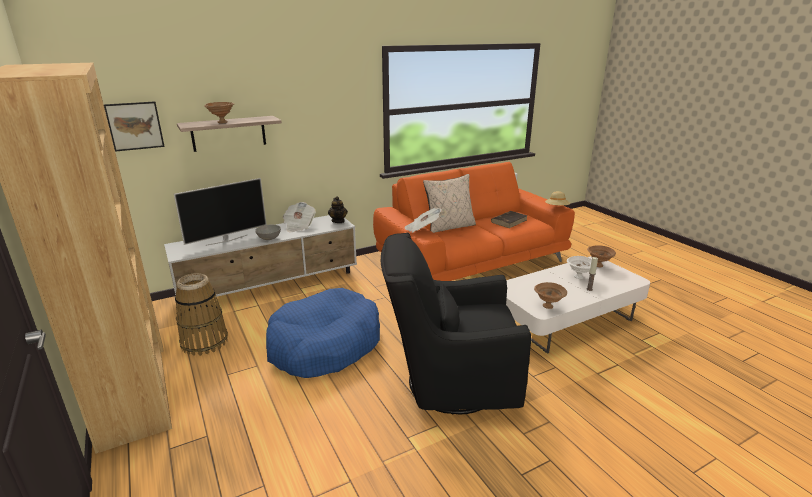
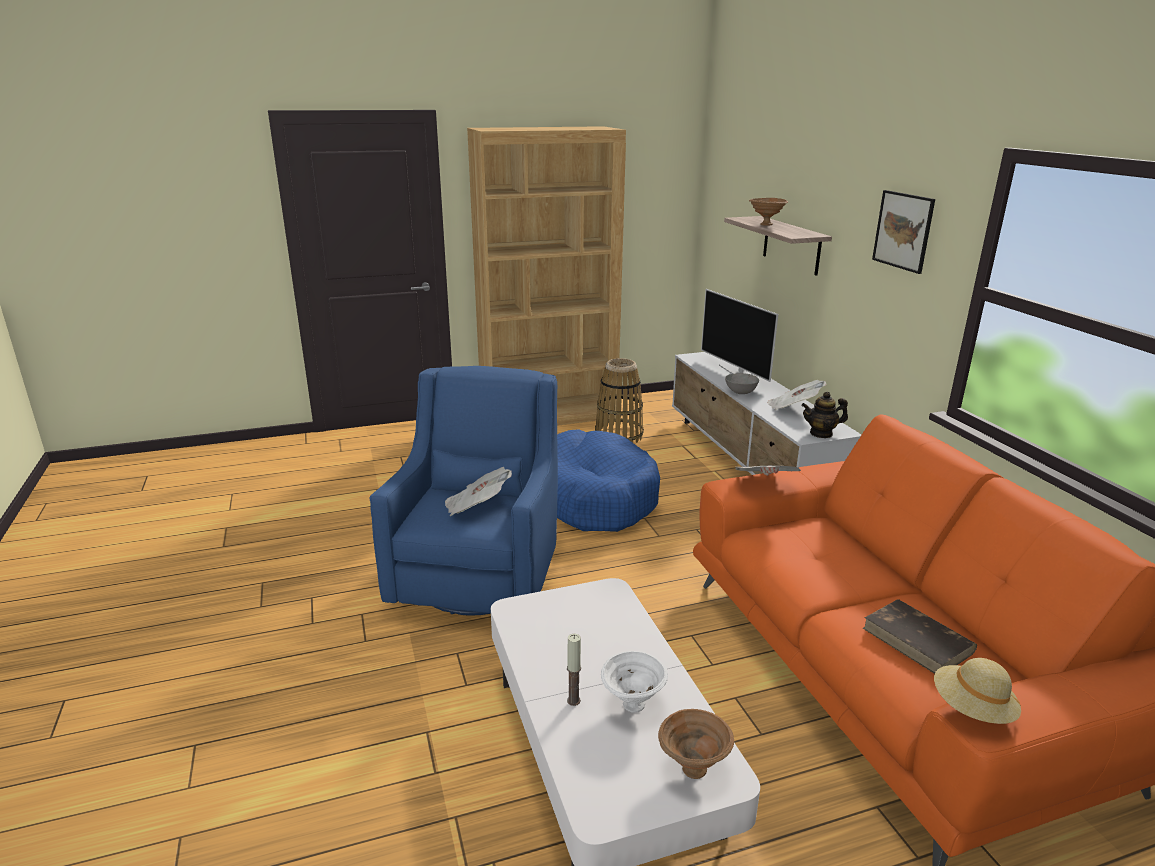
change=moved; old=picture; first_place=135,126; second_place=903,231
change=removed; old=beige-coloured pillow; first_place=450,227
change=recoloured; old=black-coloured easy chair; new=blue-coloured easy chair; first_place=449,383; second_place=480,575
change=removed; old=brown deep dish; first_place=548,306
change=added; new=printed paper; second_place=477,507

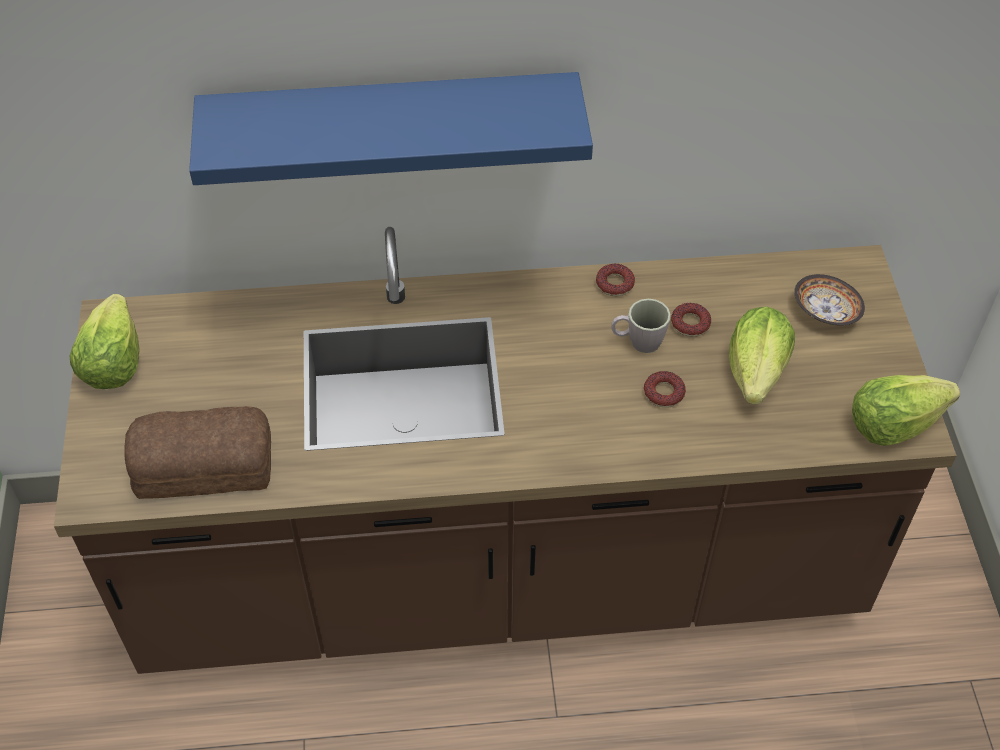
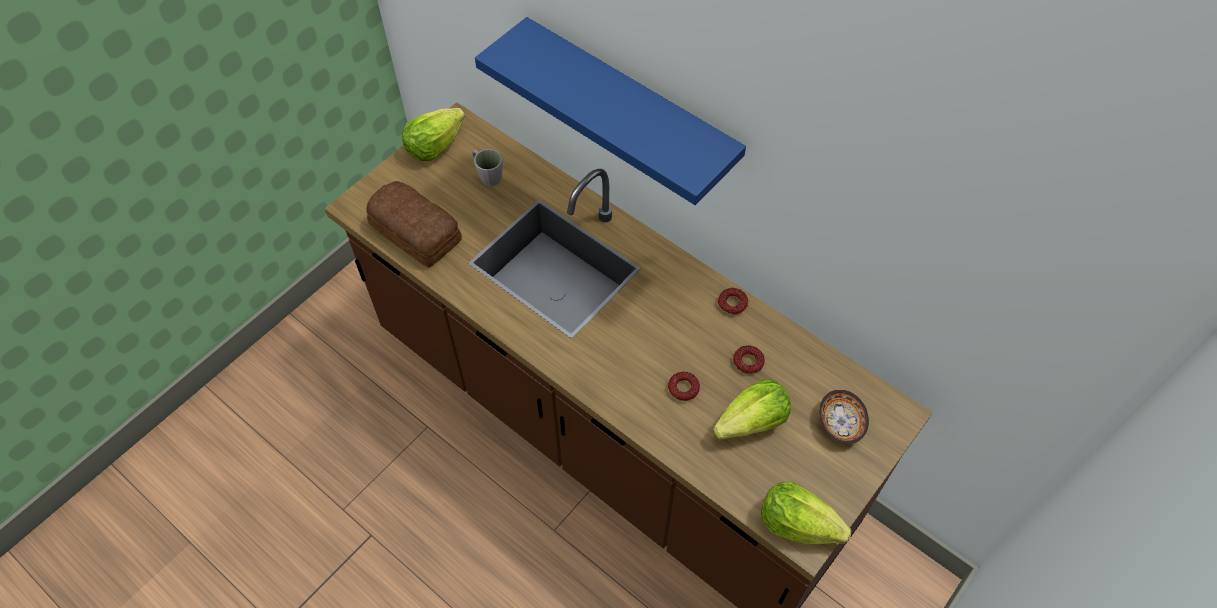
change=moved; old=gray coffee mug; first_place=638,341; second_place=487,175

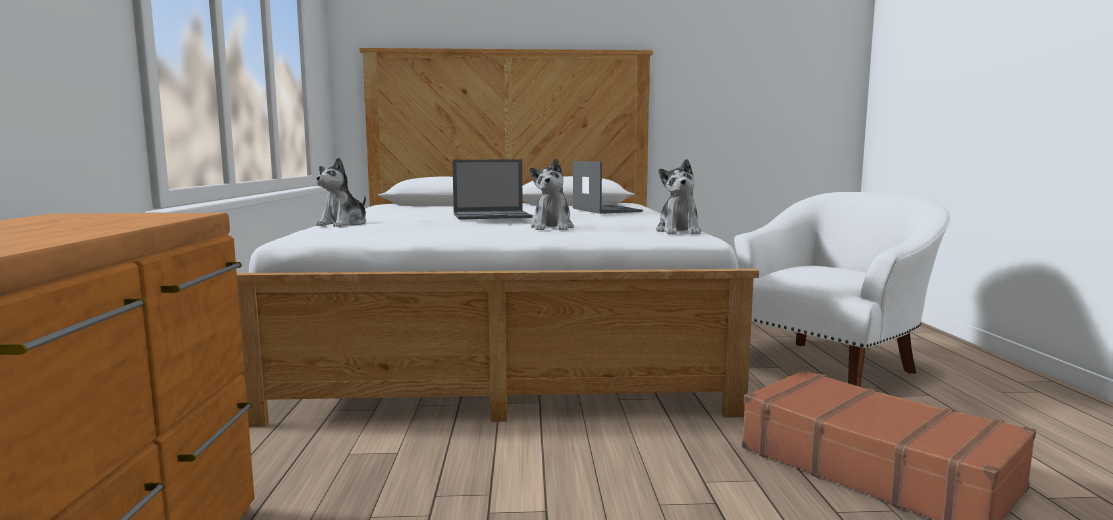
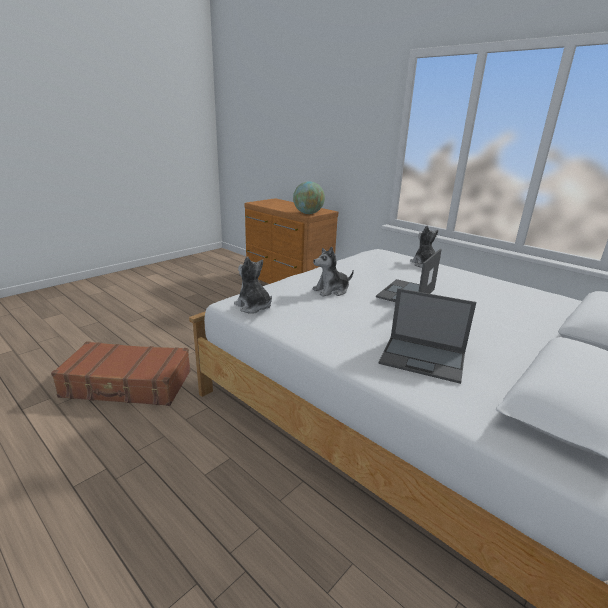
change=turned; old=plush toy; first_place=552,227; second_place=331,291; degrees=-75
change=removed; old=white-coloured easy chair; first_place=828,367
change=added; new=desk globe; second_place=308,213

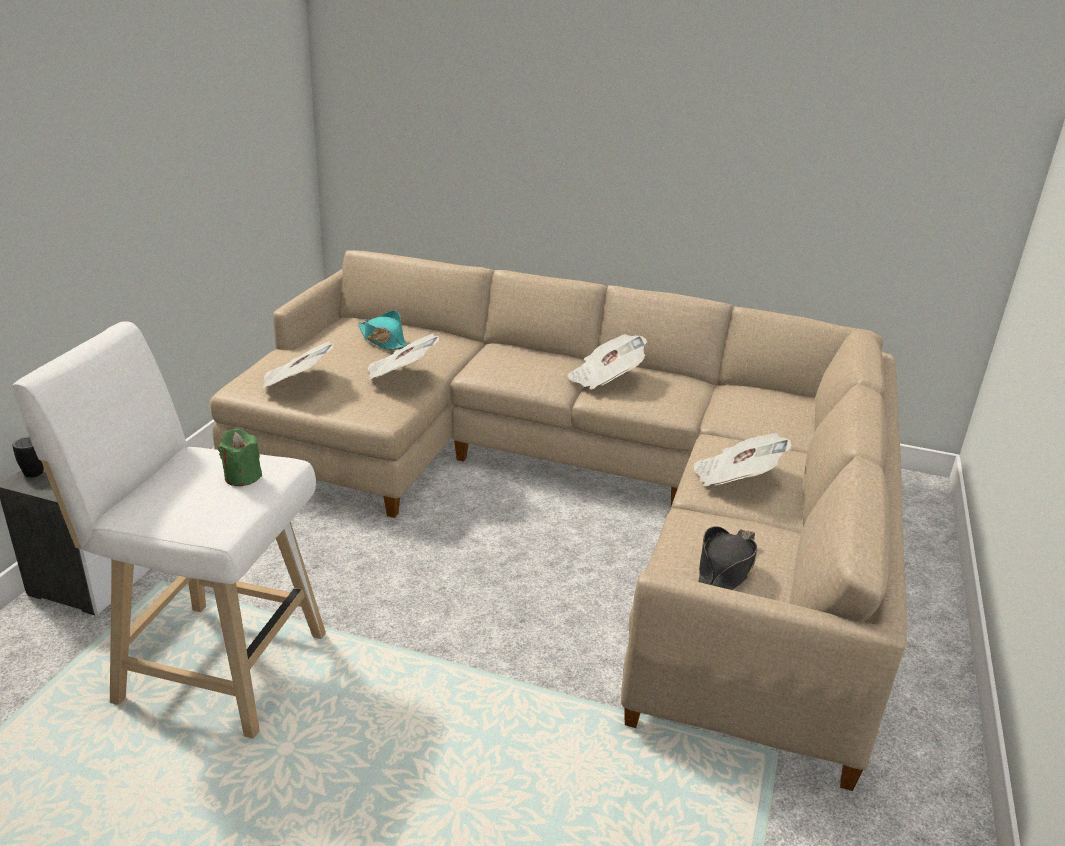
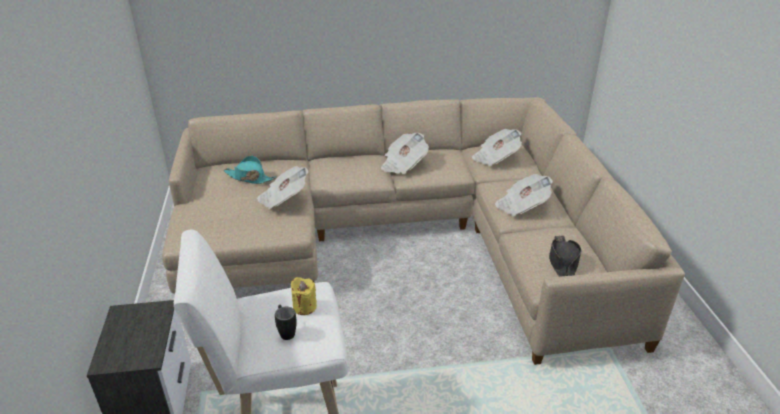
change=moved; old=printed paper; first_place=297,383; second_place=495,158
change=recoloured; old=green candle; new=yellow candle; first_place=242,477; second_place=304,307
change=moved; old=black-coloured coffee mug; first_place=36,469; second_place=286,331

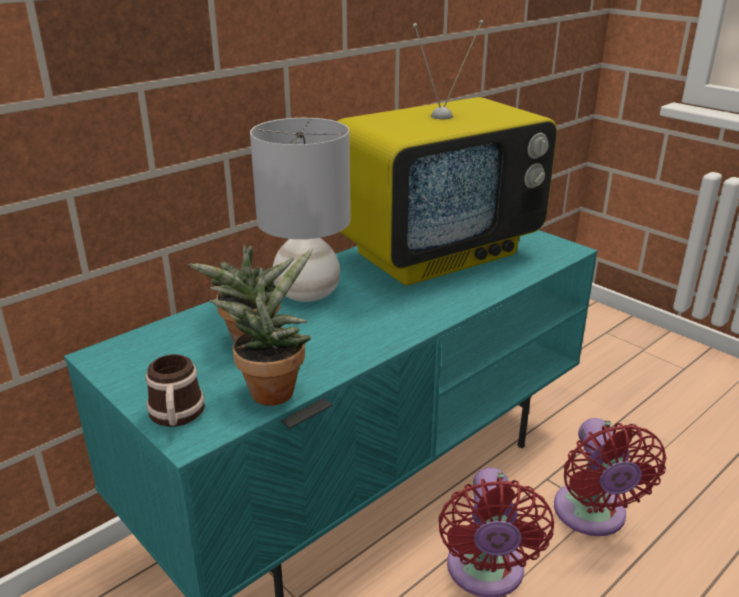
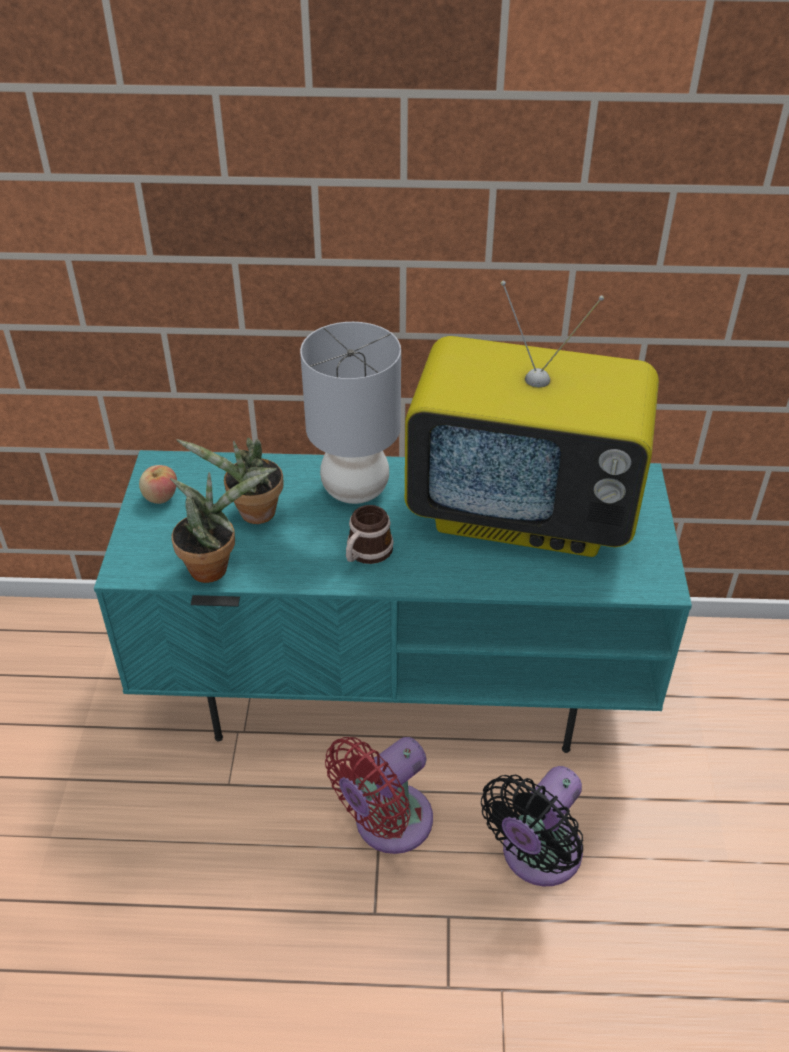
change=moved; old=coffee mug; first_place=176,416; second_place=366,553
change=recoloured; old=red electric fan; new=black-coloured electric fan; first_place=592,516; second_place=536,856
change=added; new=apple fruit; second_place=160,497

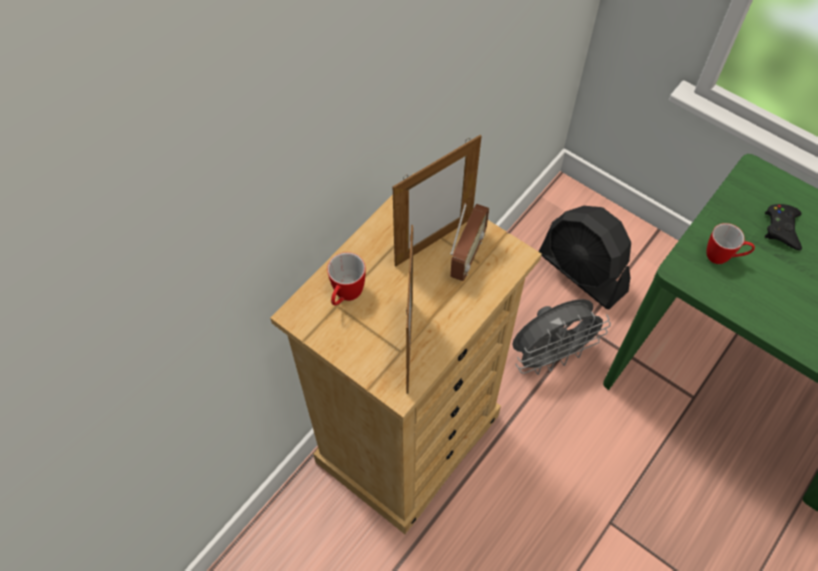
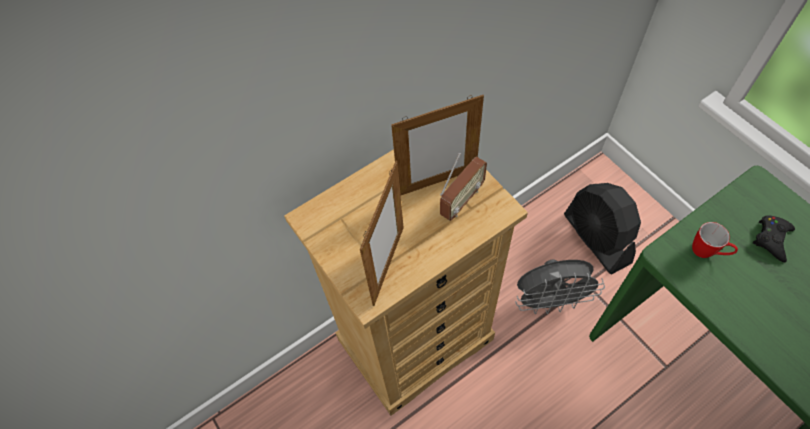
change=removed; old=coffee mug; first_place=345,296

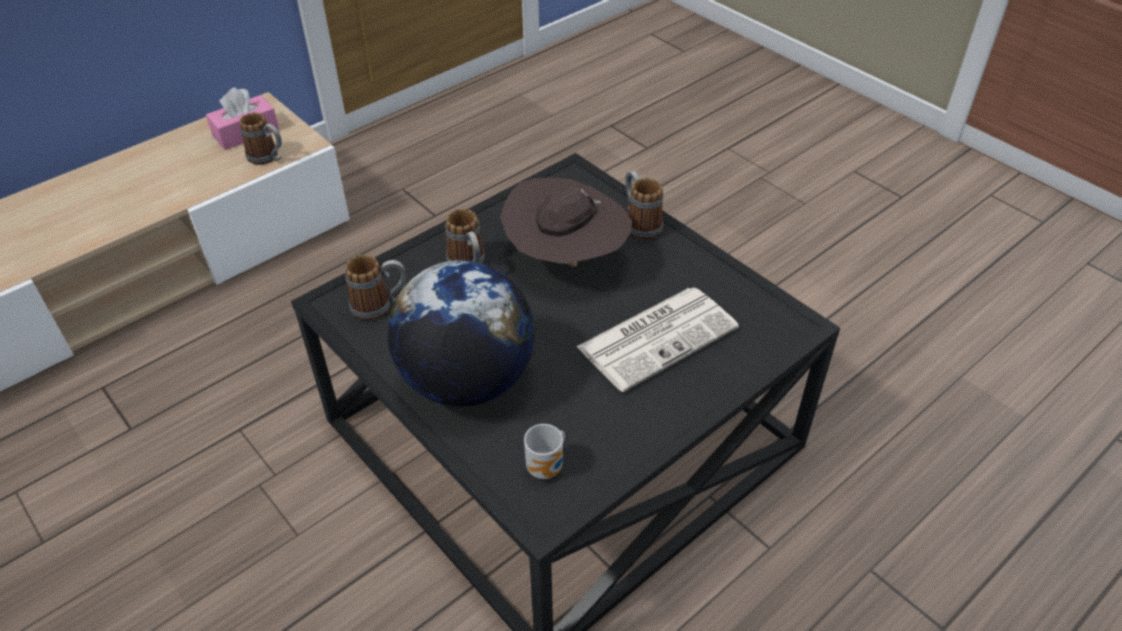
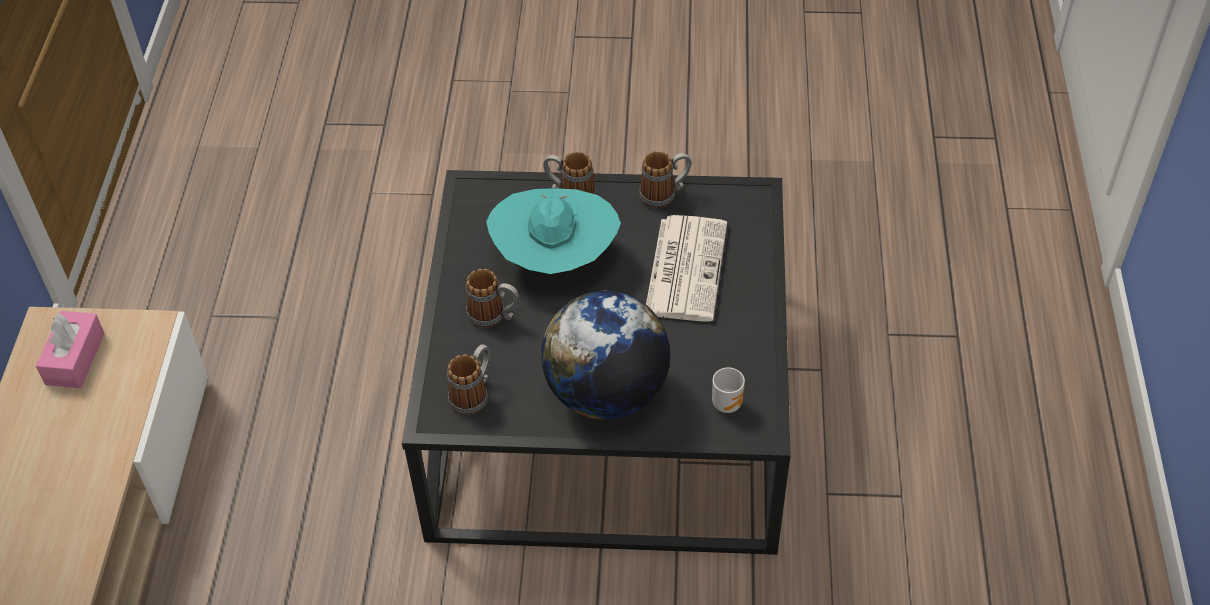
change=moved; old=coffee mug; first_place=268,158; second_place=665,194
change=recoloured; old=brown clothing hat; new=blue-green clothing hat; first_place=566,259; second_place=555,260

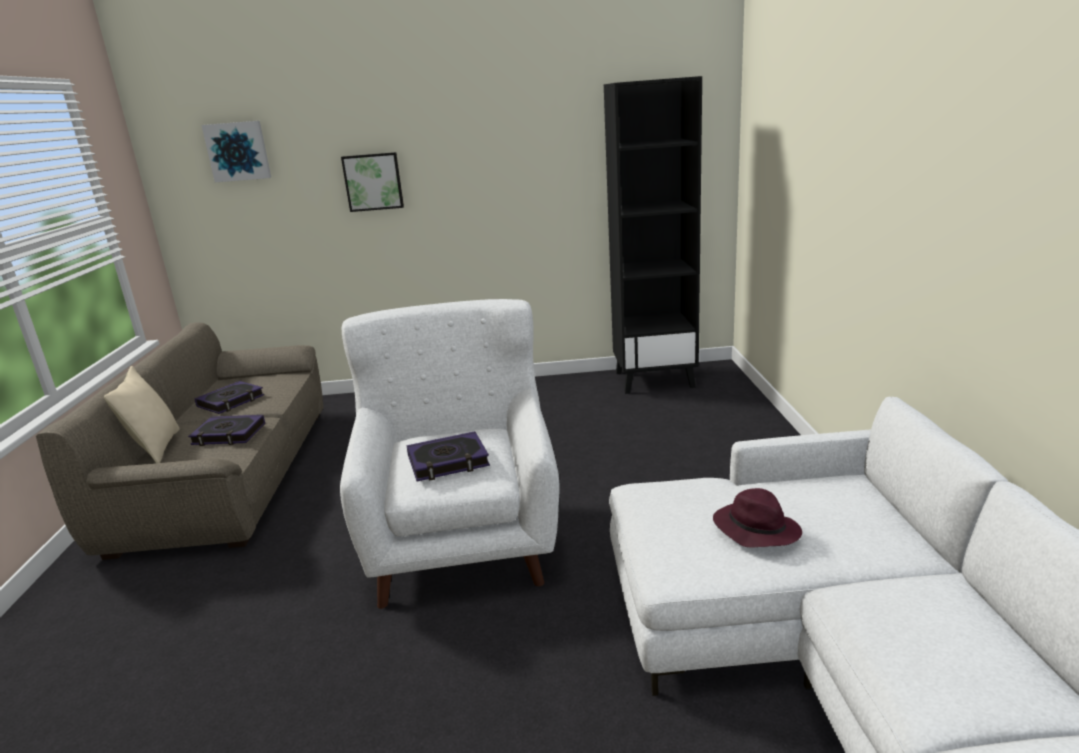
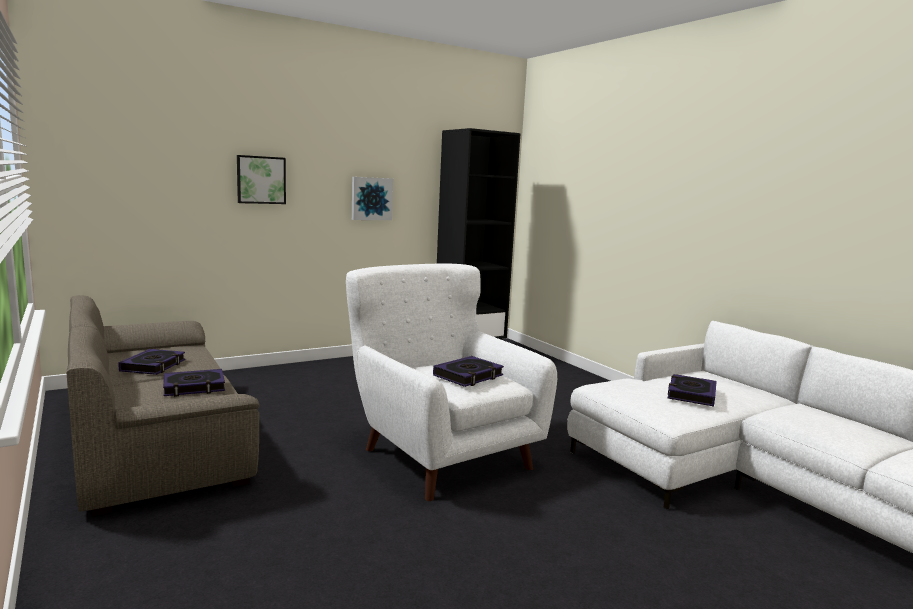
change=moved; old=picture; first_place=238,151; second_place=371,198
change=removed; old=beige-coloured pillow; first_place=156,448
change=replaced; old=purple-coloured clothing hat; new=volume; first_place=754,529; second_place=691,394

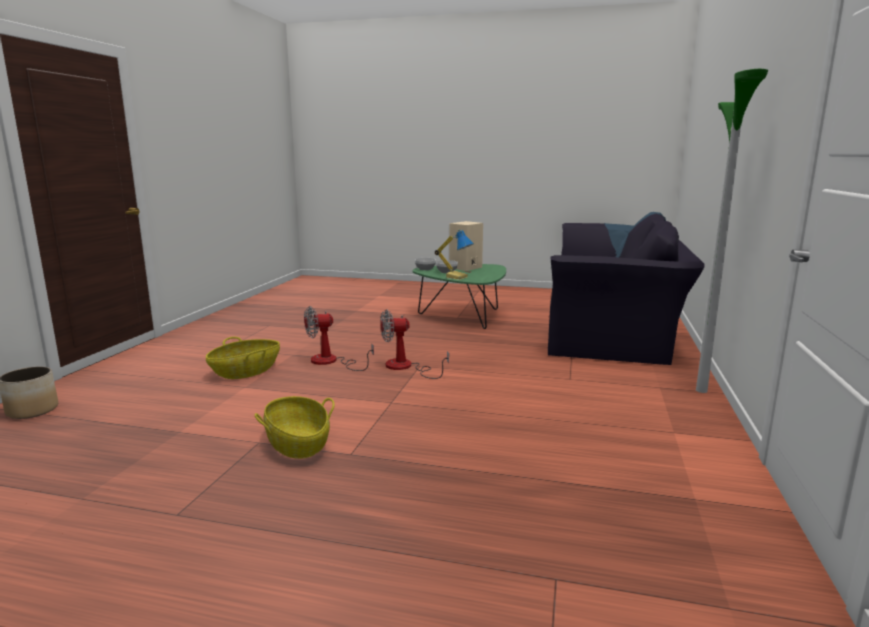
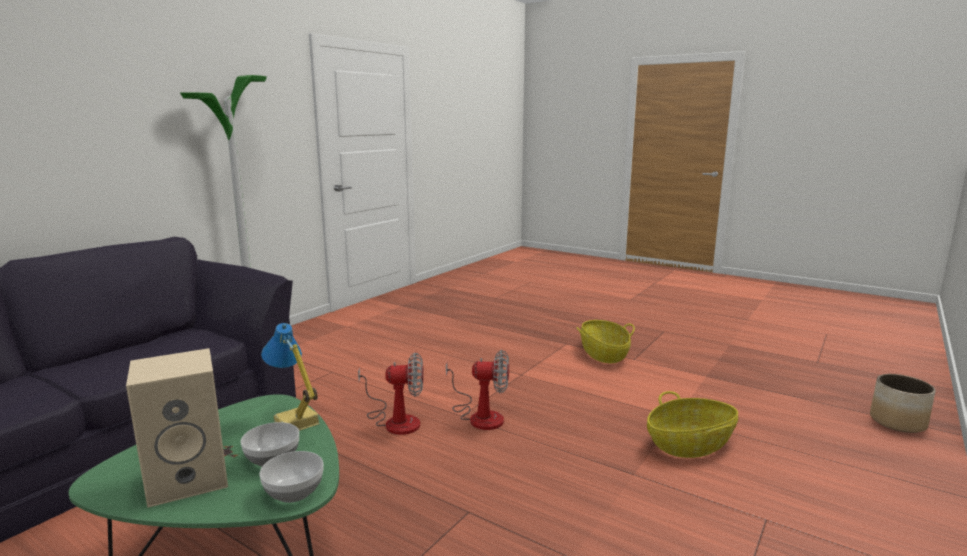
change=moved; old=electric fan; first_place=331,362; second_place=395,420

